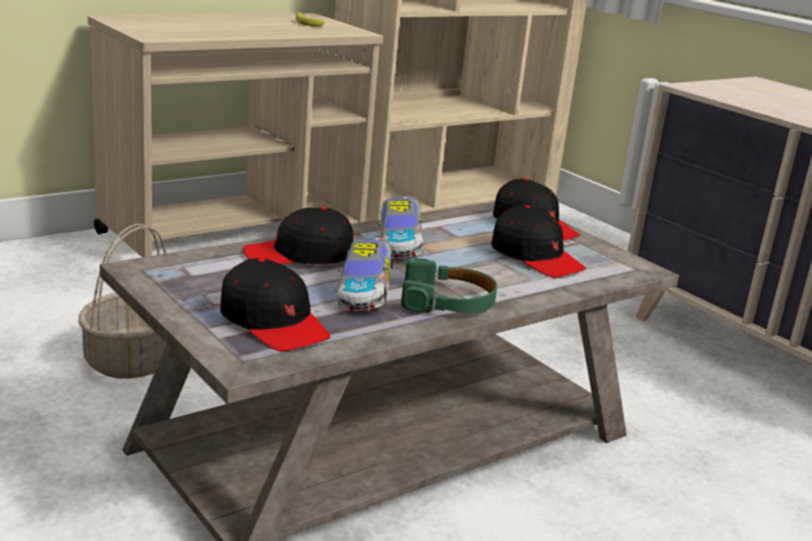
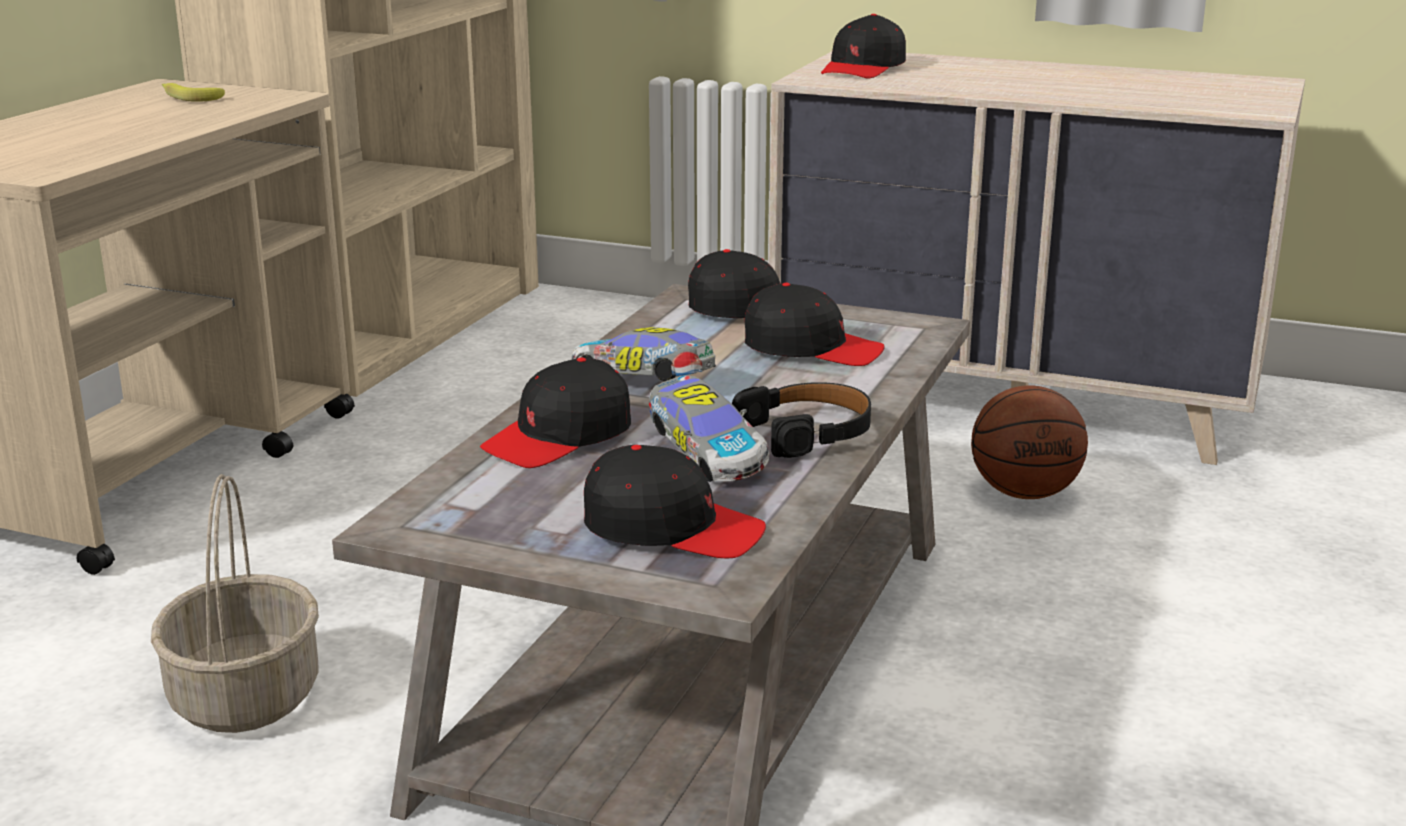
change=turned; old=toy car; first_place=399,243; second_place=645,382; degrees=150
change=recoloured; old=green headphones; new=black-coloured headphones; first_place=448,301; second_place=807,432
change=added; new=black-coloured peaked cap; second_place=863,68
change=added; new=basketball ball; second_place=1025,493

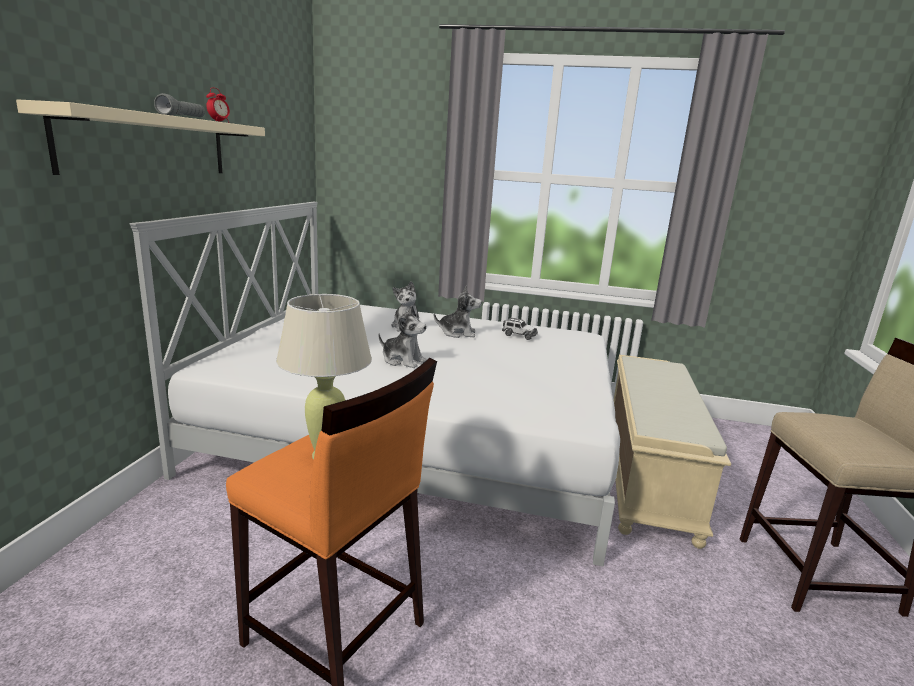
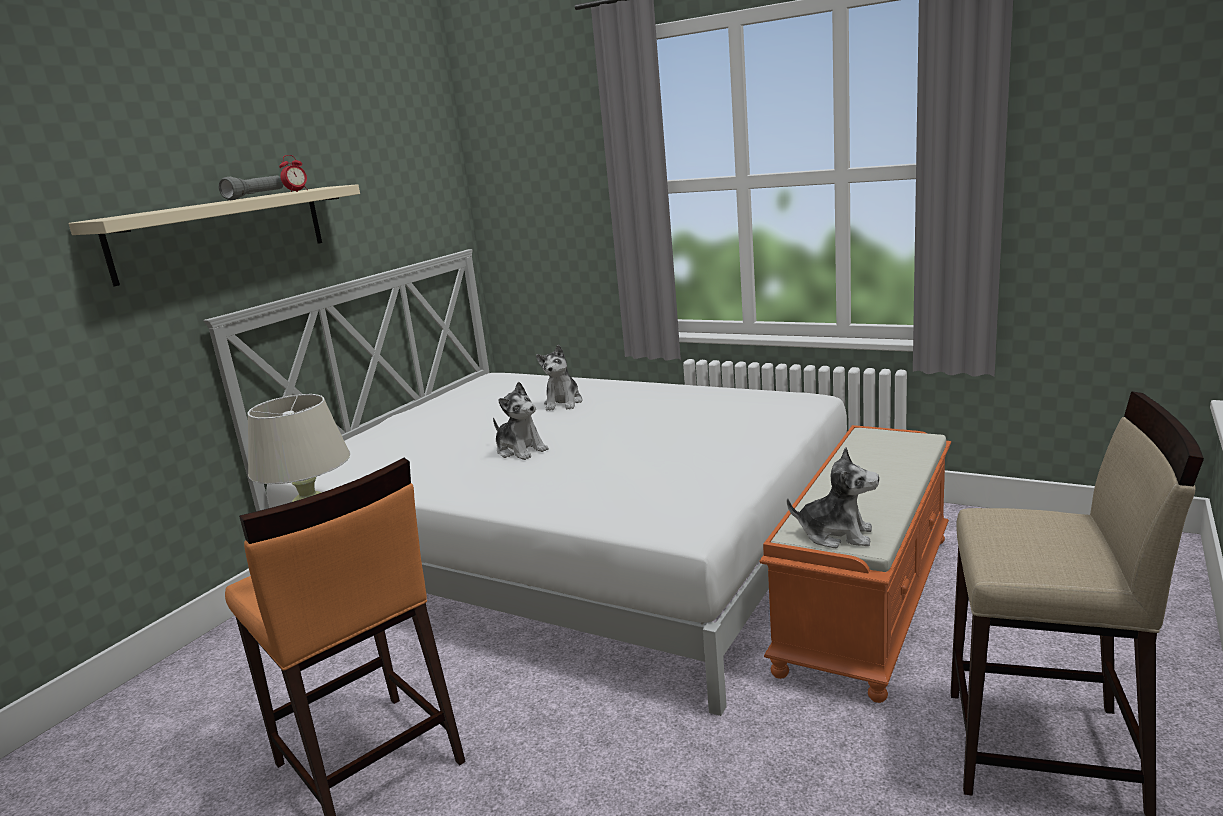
change=moved; old=plush toy; first_place=457,333; second_place=836,534
change=removed; old=toy car; first_place=519,335
change=recoloured; old=beige-coloured indoor bench; new=orange-coloured indoor bench; first_place=645,474; second_place=865,599

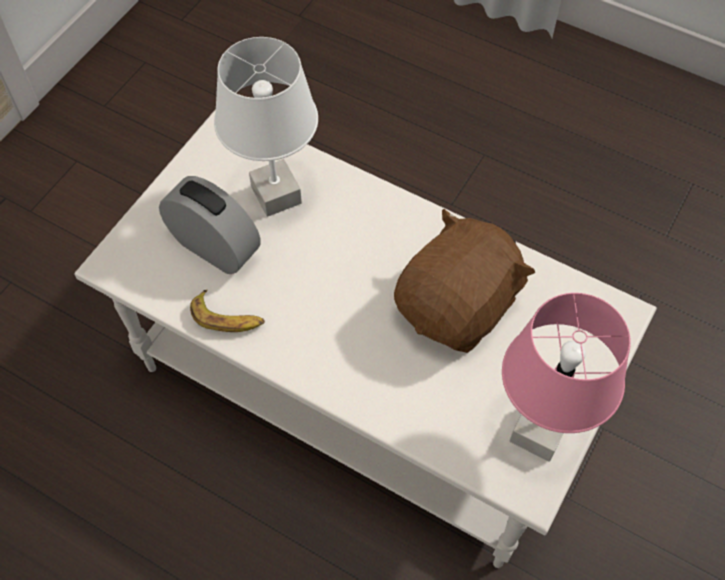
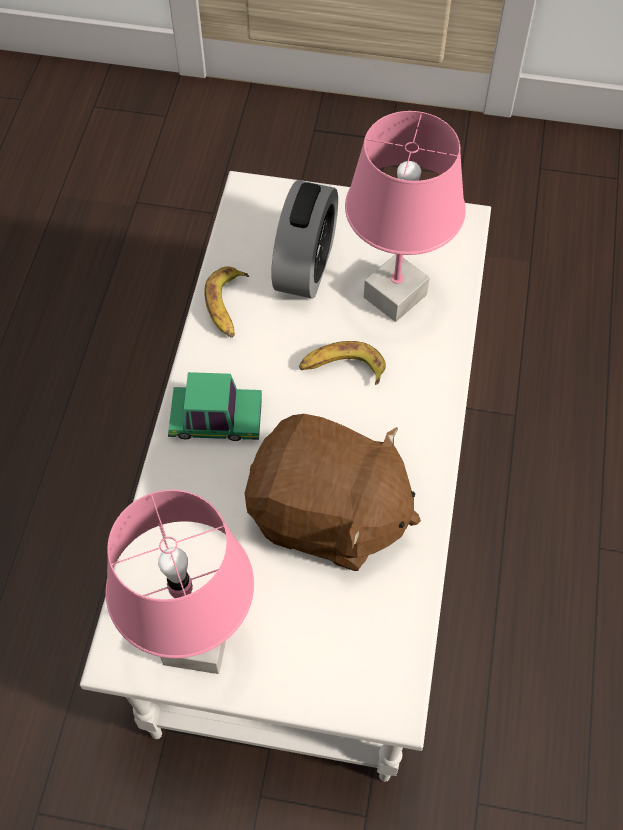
change=recoloured; old=white-coloured tabletop lamp; new=pink tabletop lamp; first_place=277,195; second_place=395,297
change=added; new=banana; second_place=342,368
change=added; new=toy car; second_place=216,420

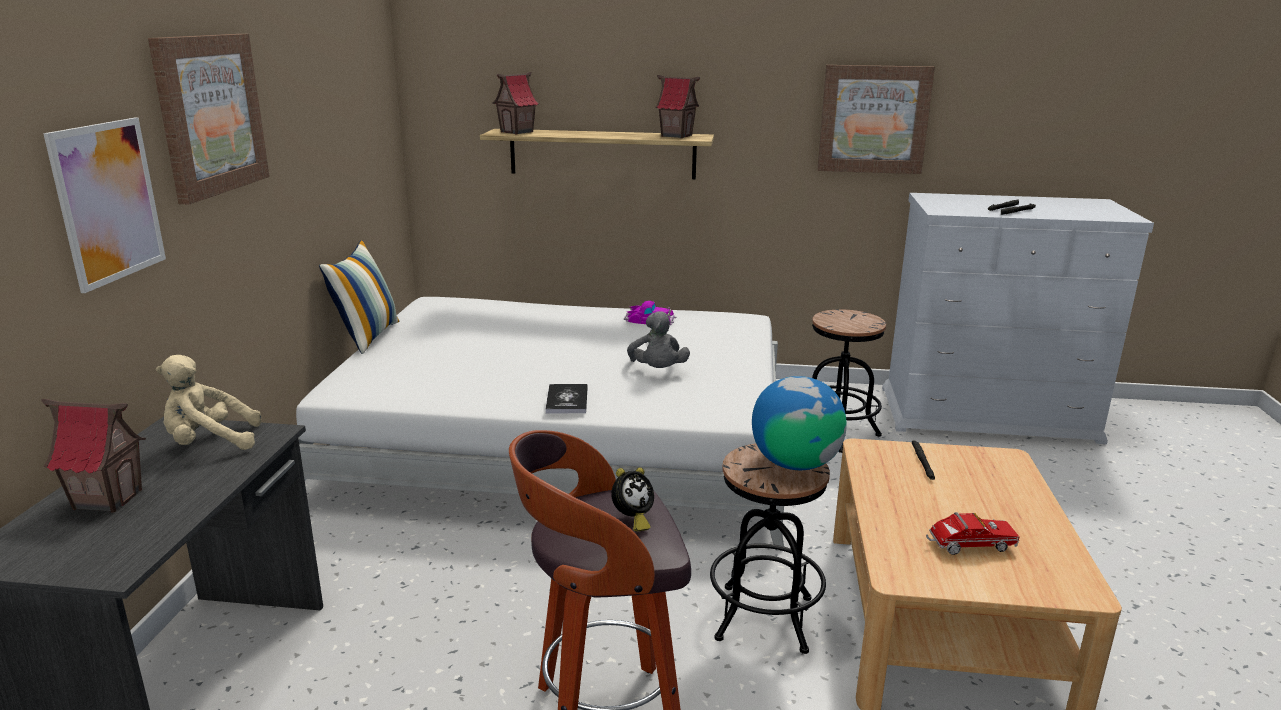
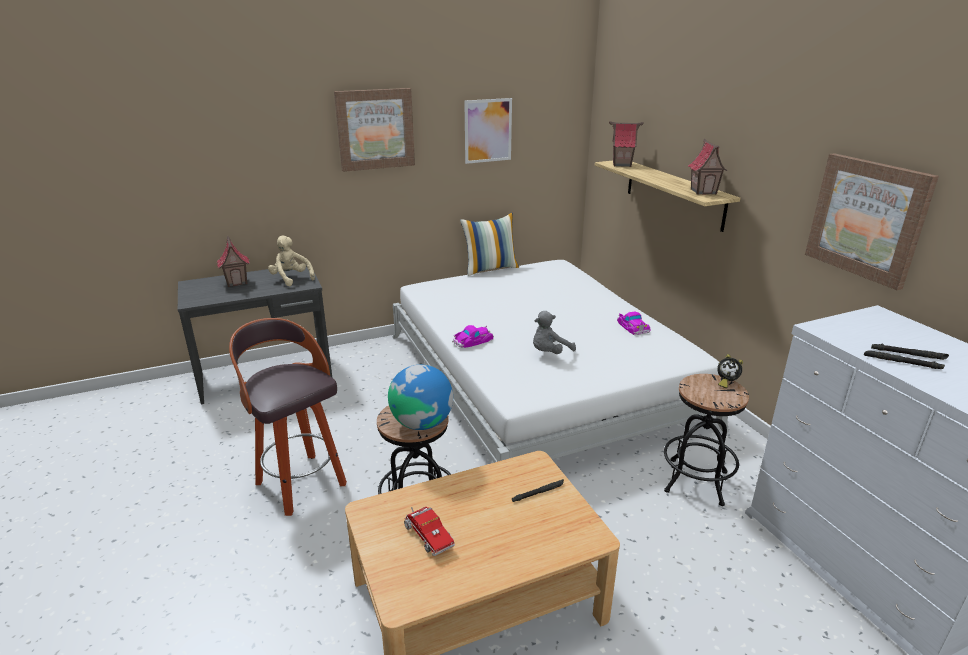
change=moved; old=picture; first_place=108,202; second_place=488,130
change=replaced; old=volume; new=toy car; first_place=567,400; second_place=473,340
change=moved; old=alarm clock; first_place=632,520; second_place=726,382

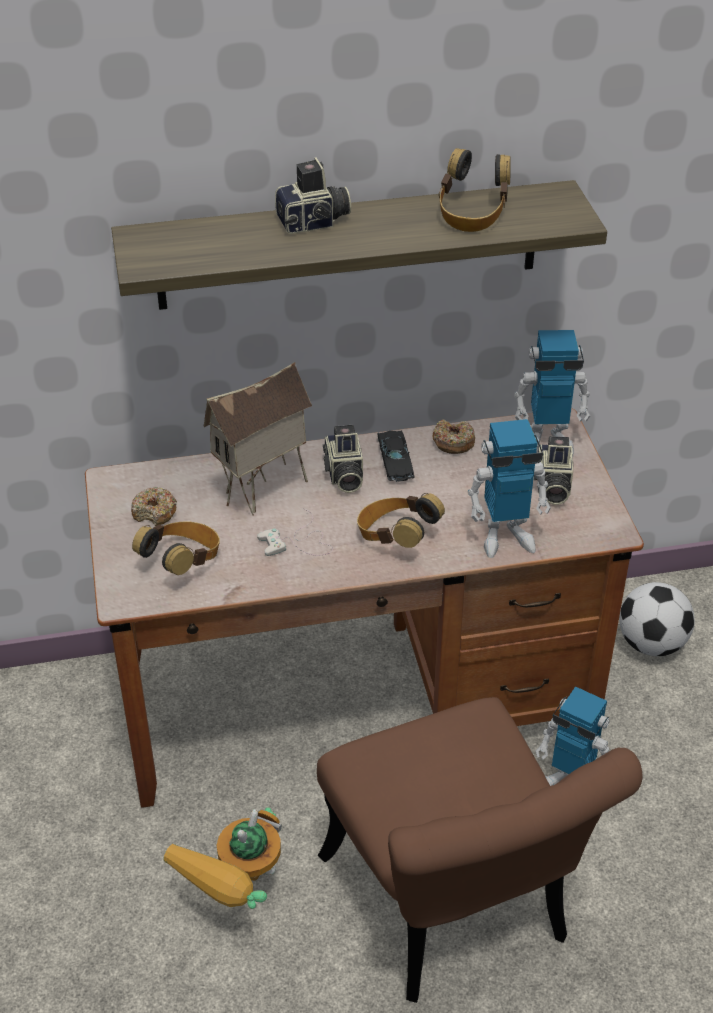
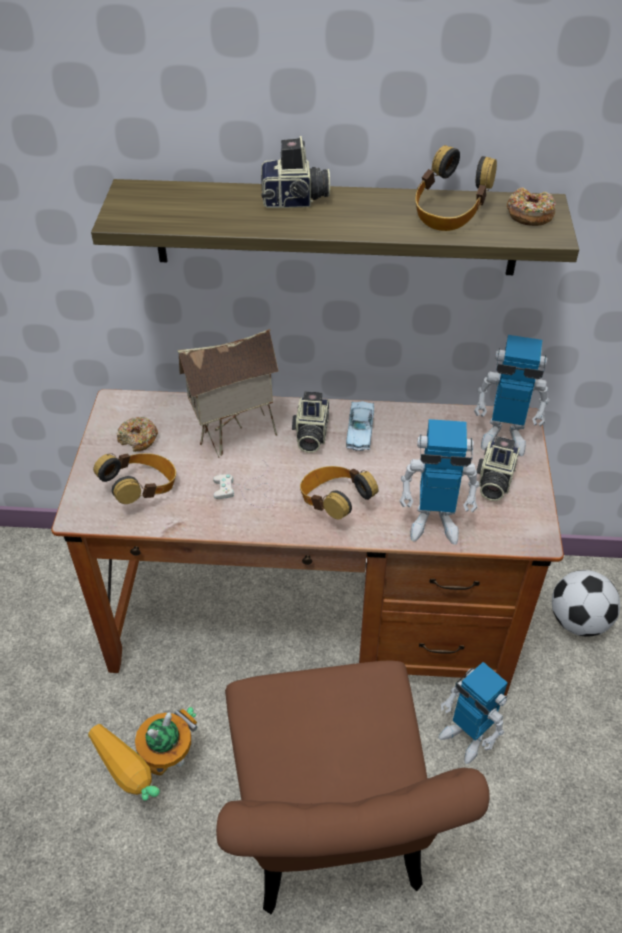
change=moved; old=donut; first_place=453,442; second_place=529,215
change=recoloured; old=black-coloured toy car; new=blue-coloured toy car; first_place=395,461; second_place=360,430

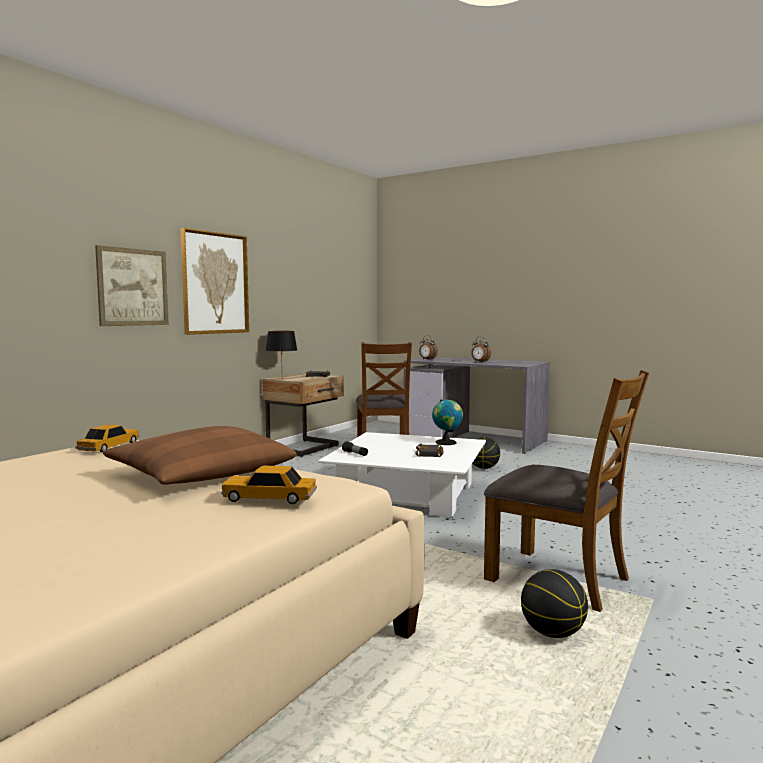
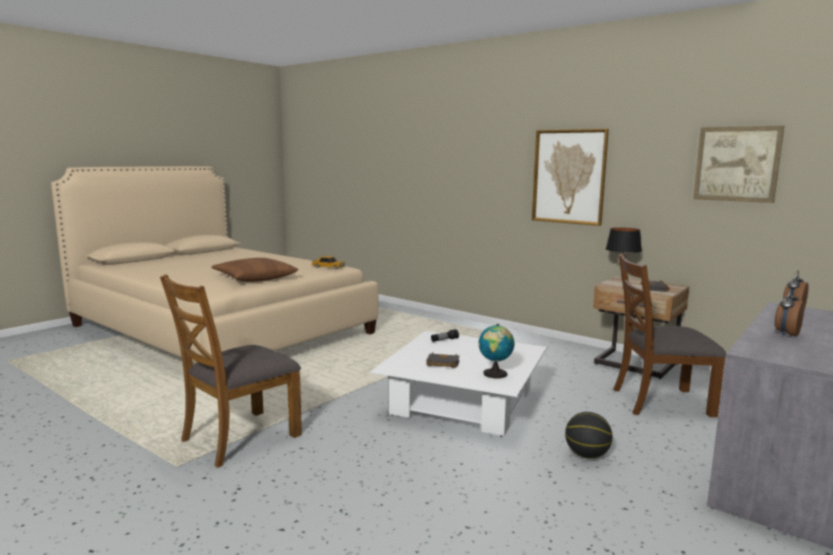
change=moved; old=picture; first_place=133,287; second_place=736,164
change=removed; old=toy car; first_place=269,498
change=removed; old=basketball ball; first_place=552,633

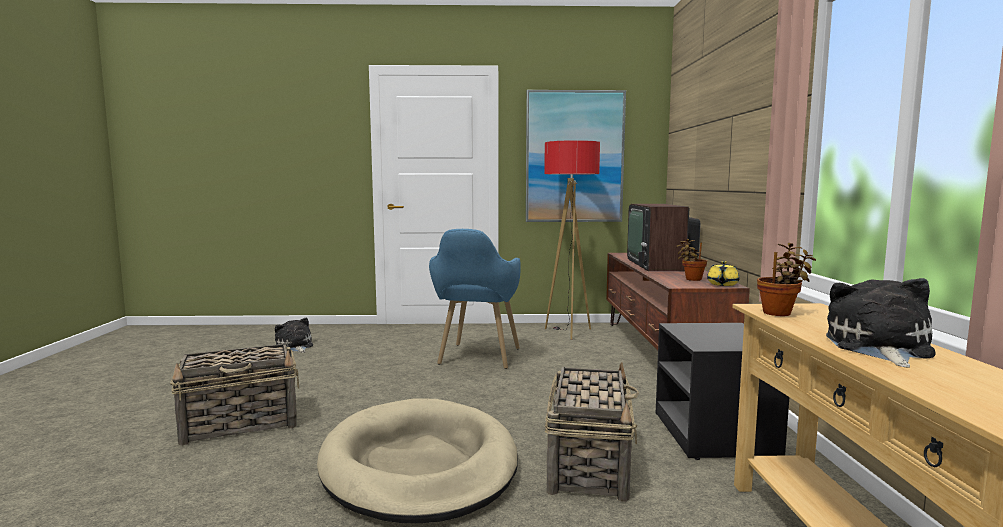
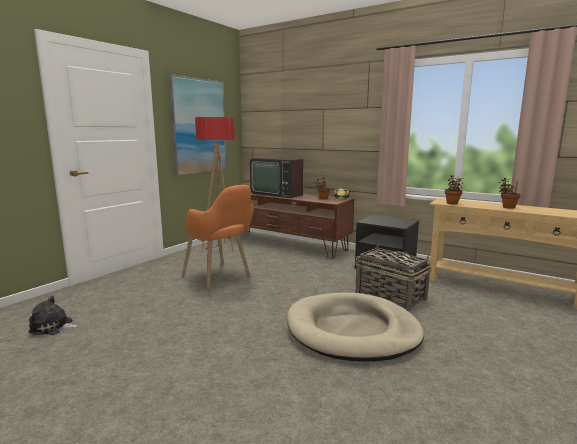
change=recoloured; old=blue-coloured easy chair; new=orange-coloured easy chair; first_place=477,360; second_place=221,279
change=replaced; old=plush toy; new=houseplant; first_place=878,347; second_place=507,207
change=removed; old=basket; first_place=242,423

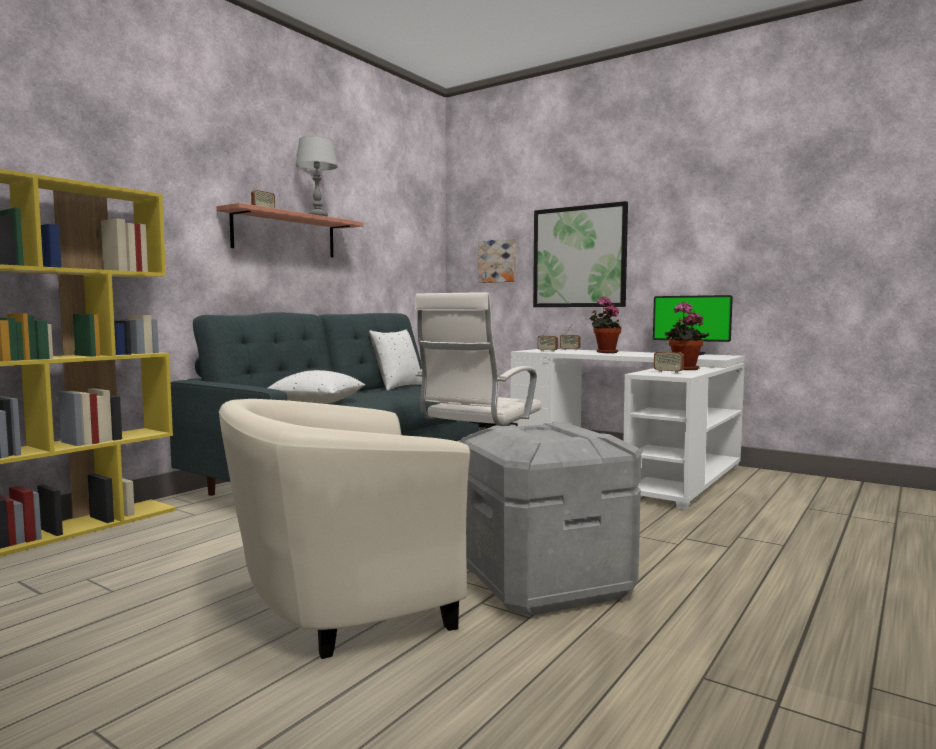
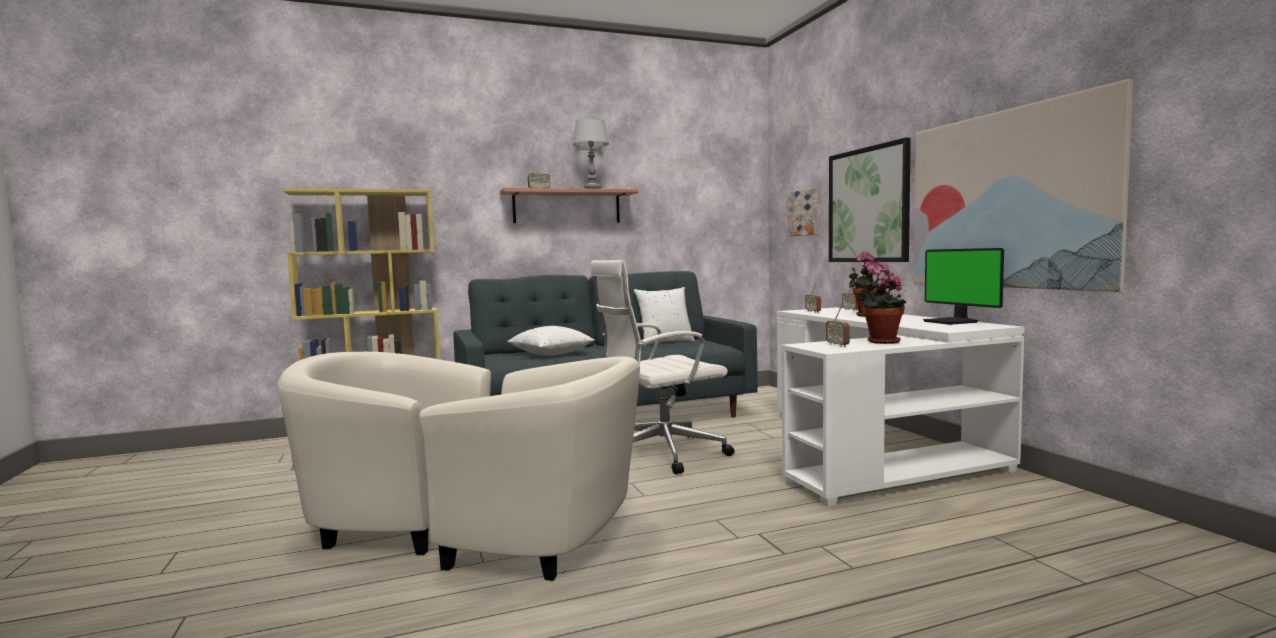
change=replaced; old=gray storage box; new=beige-coloured easy chair; first_place=546,583; second_place=550,540
change=added; new=picture; second_place=1007,199

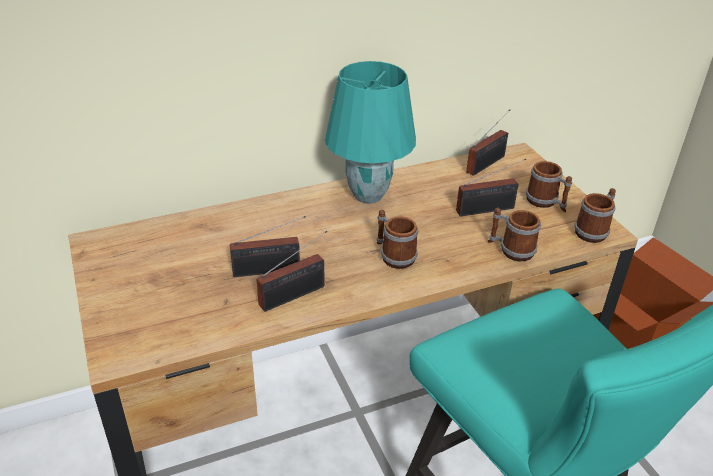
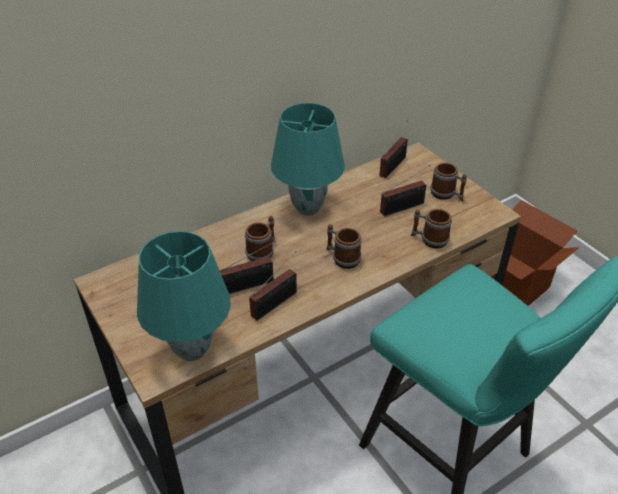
change=moved; old=coffee mug; first_place=593,231; second_place=263,251
change=added; new=blue-green tabletop lamp; second_place=191,349

